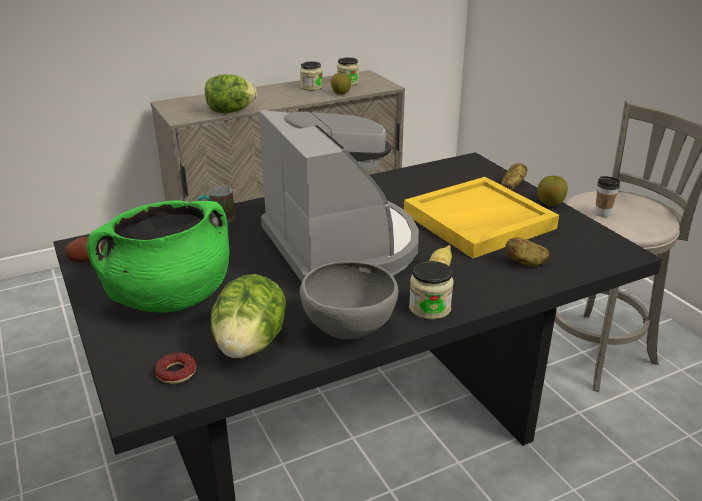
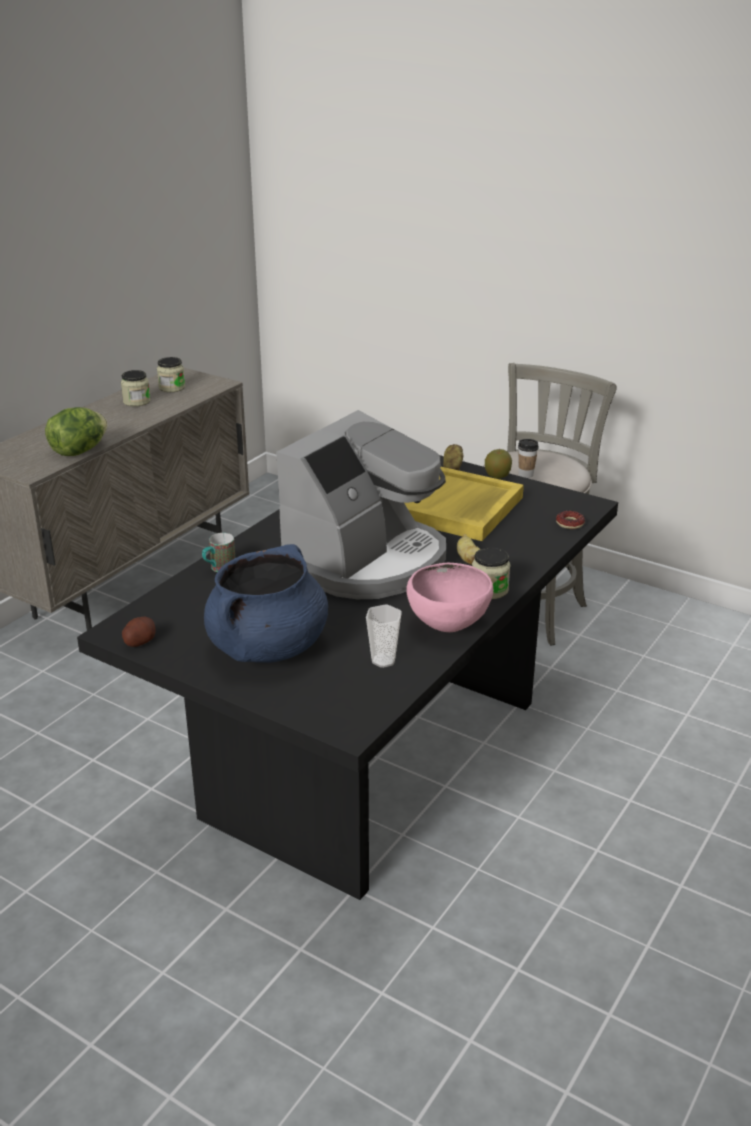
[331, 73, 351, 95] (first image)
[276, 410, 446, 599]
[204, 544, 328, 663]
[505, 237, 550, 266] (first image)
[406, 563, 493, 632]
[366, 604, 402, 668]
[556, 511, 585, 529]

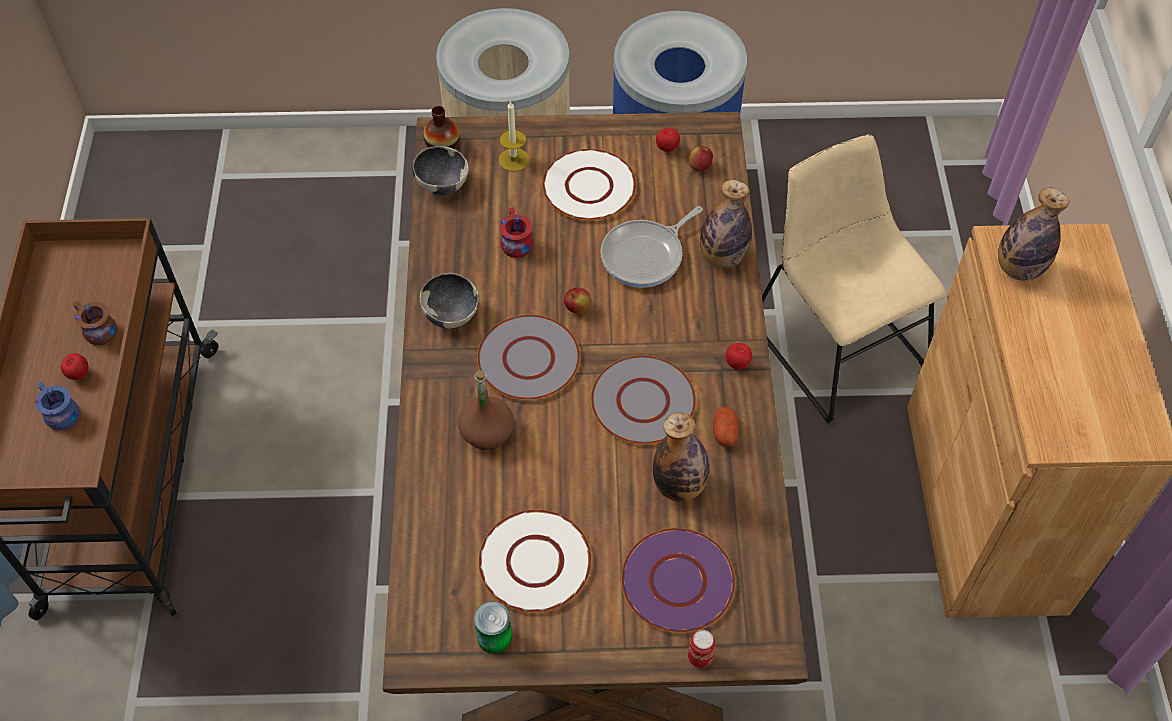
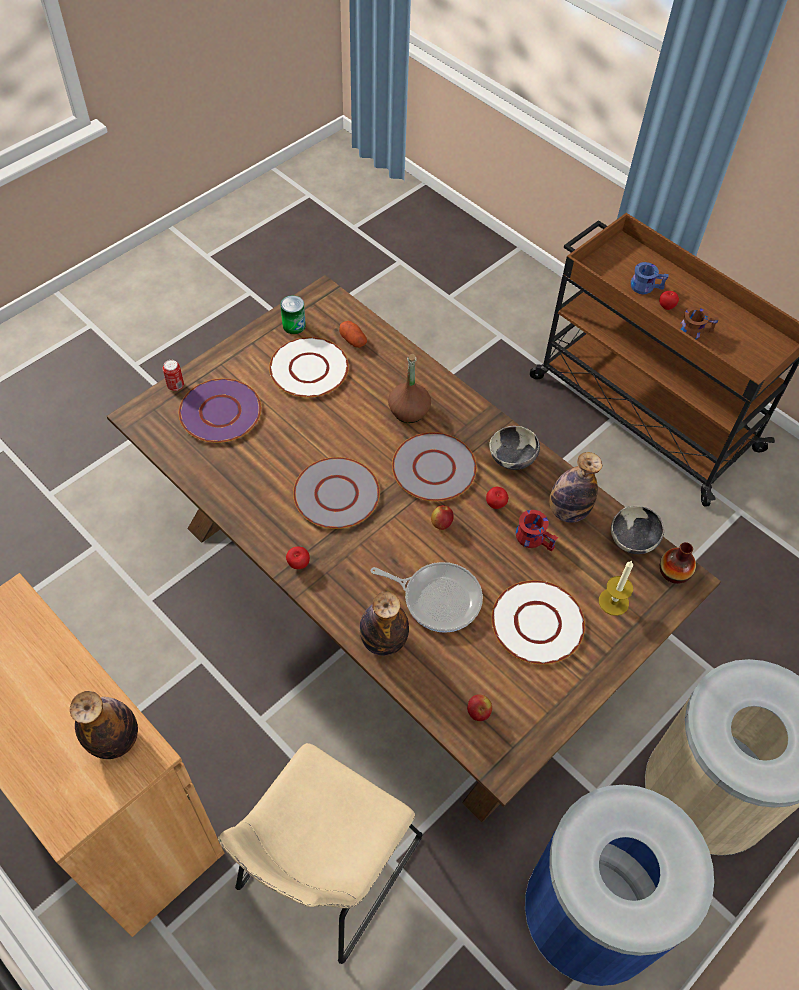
[486, 487, 508, 509]
[218, 743, 423, 964]
[371, 562, 483, 633]
[339, 321, 367, 348]
[549, 452, 602, 523]

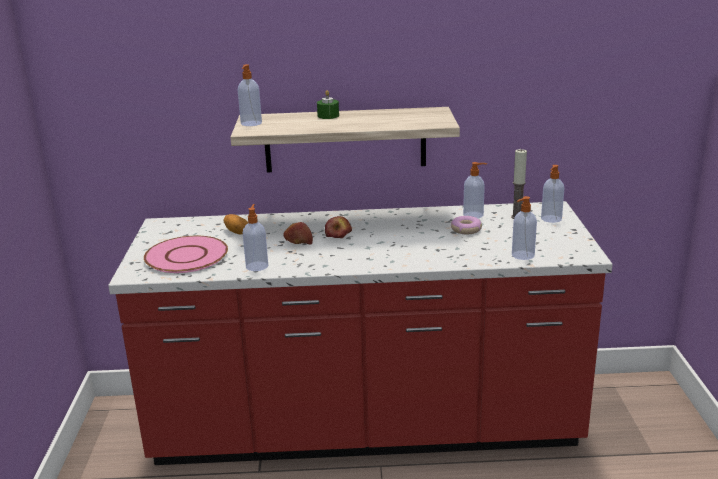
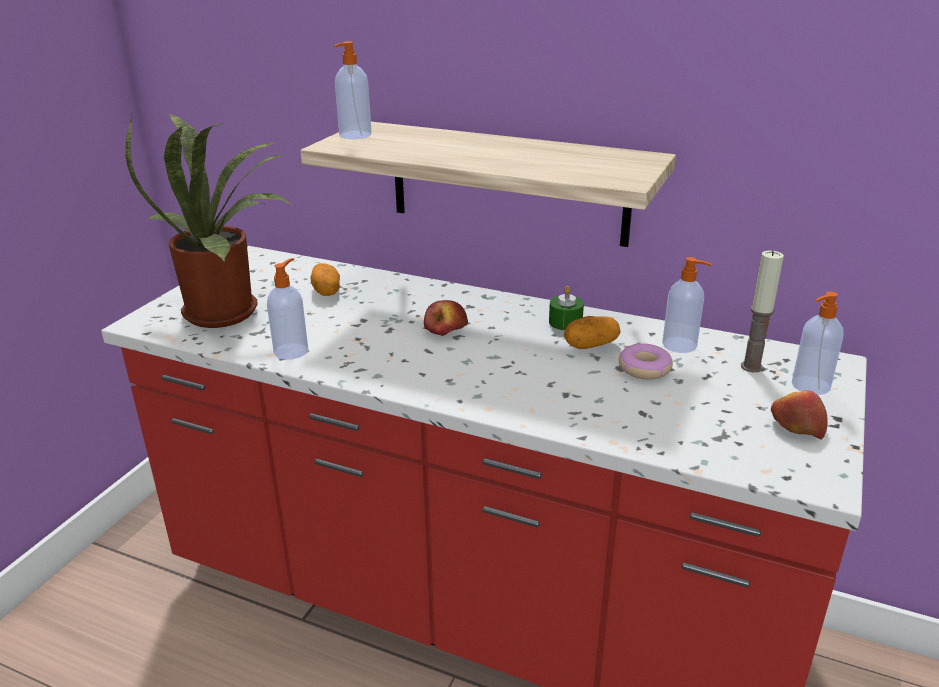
[549, 286, 584, 330]
[512, 196, 537, 260] (first image)
[771, 390, 828, 440]
[126, 114, 290, 328]
[564, 316, 620, 349]

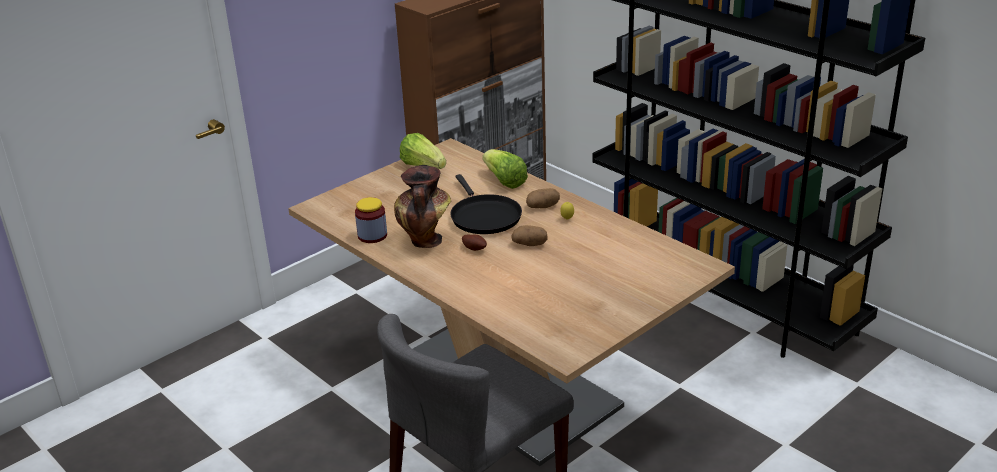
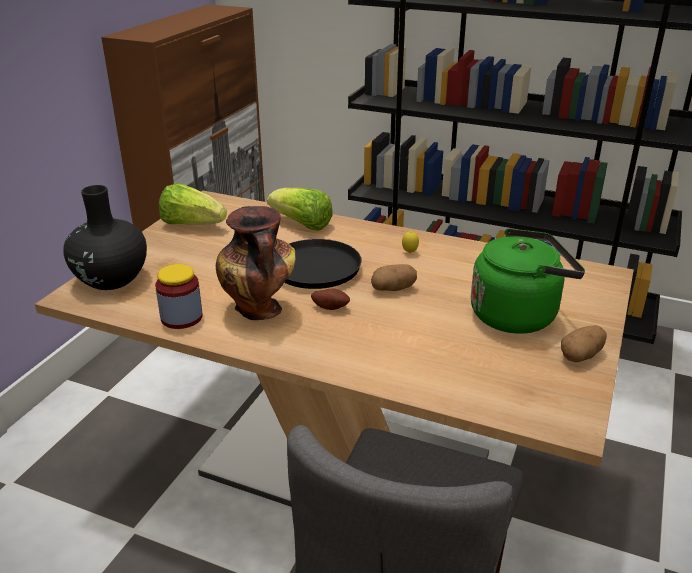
[561, 325, 607, 362]
[63, 185, 147, 290]
[471, 228, 585, 334]

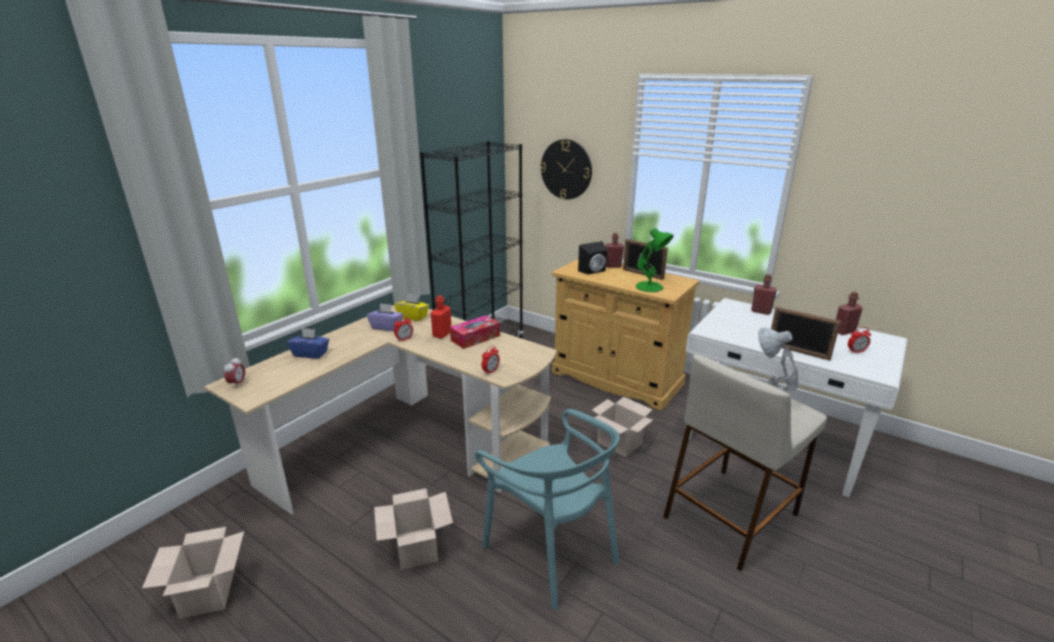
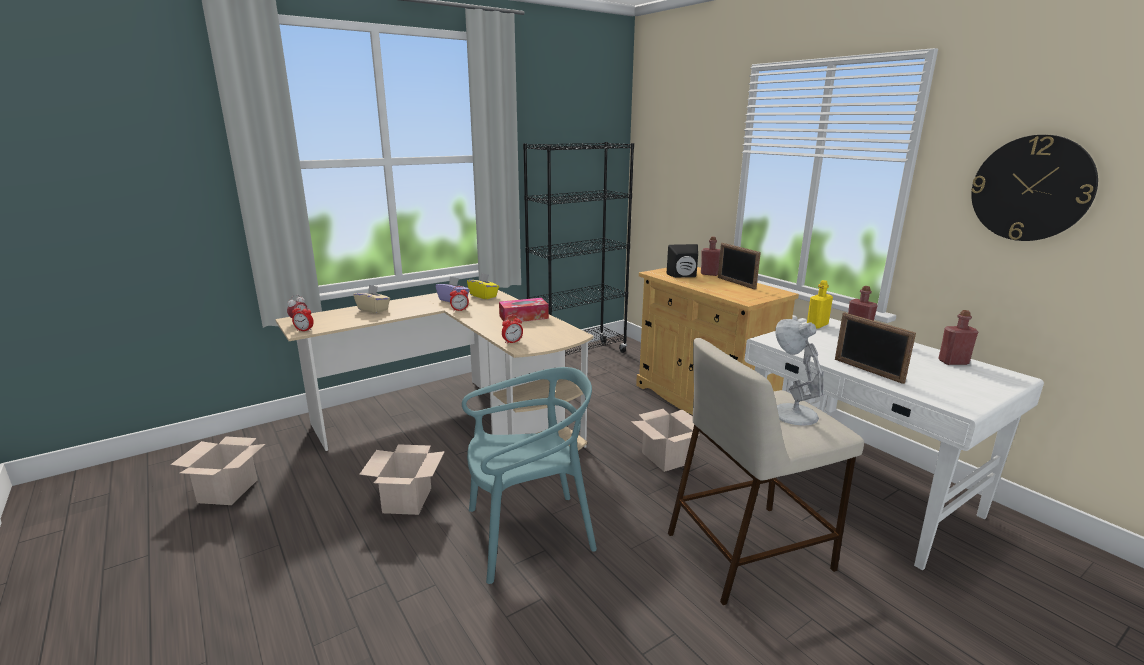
[971, 135, 1098, 241]
[636, 228, 674, 292] (first image)
[431, 295, 451, 339] (first image)
[292, 304, 314, 331]
[353, 285, 390, 314]
[462, 367, 597, 584]
[807, 280, 833, 329]

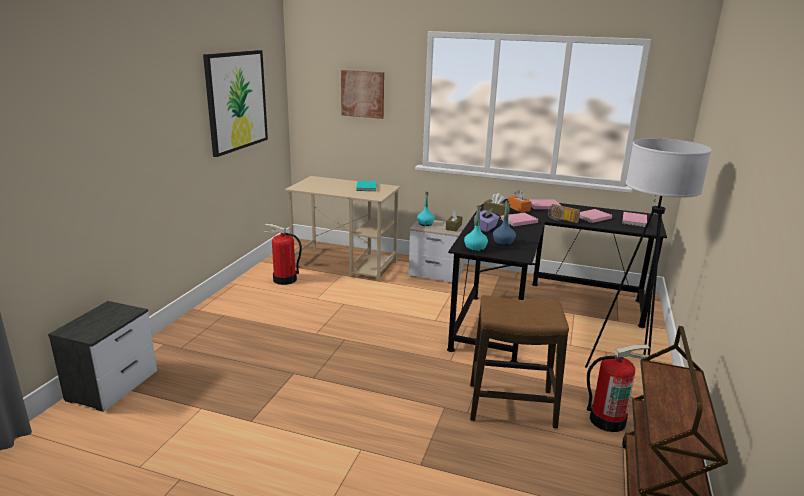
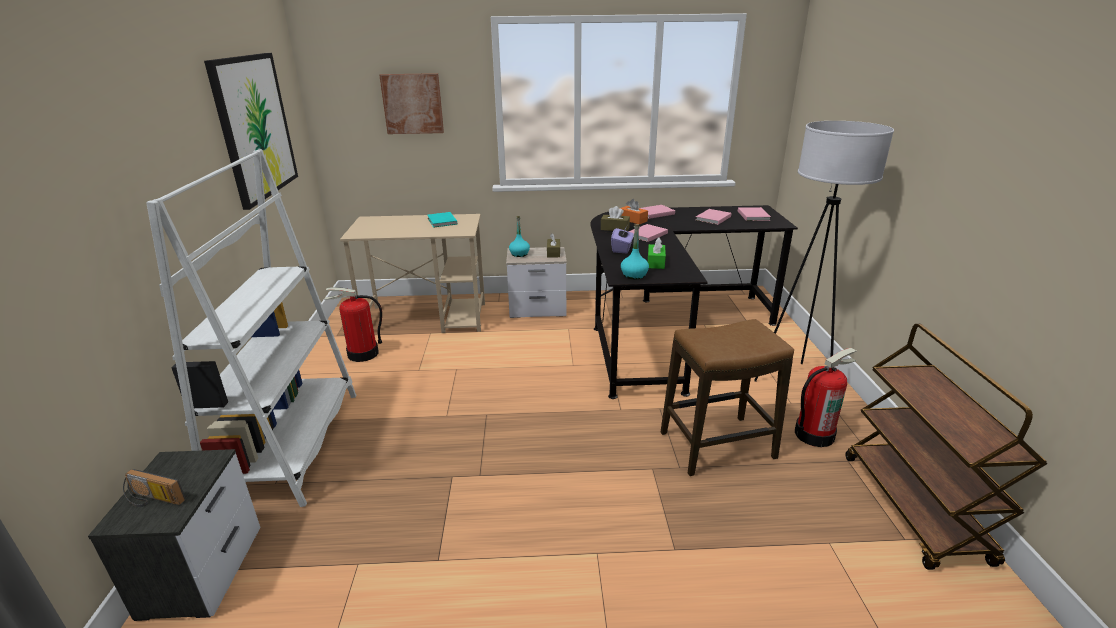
[648, 237, 666, 269]
[123, 469, 185, 507]
[146, 149, 356, 507]

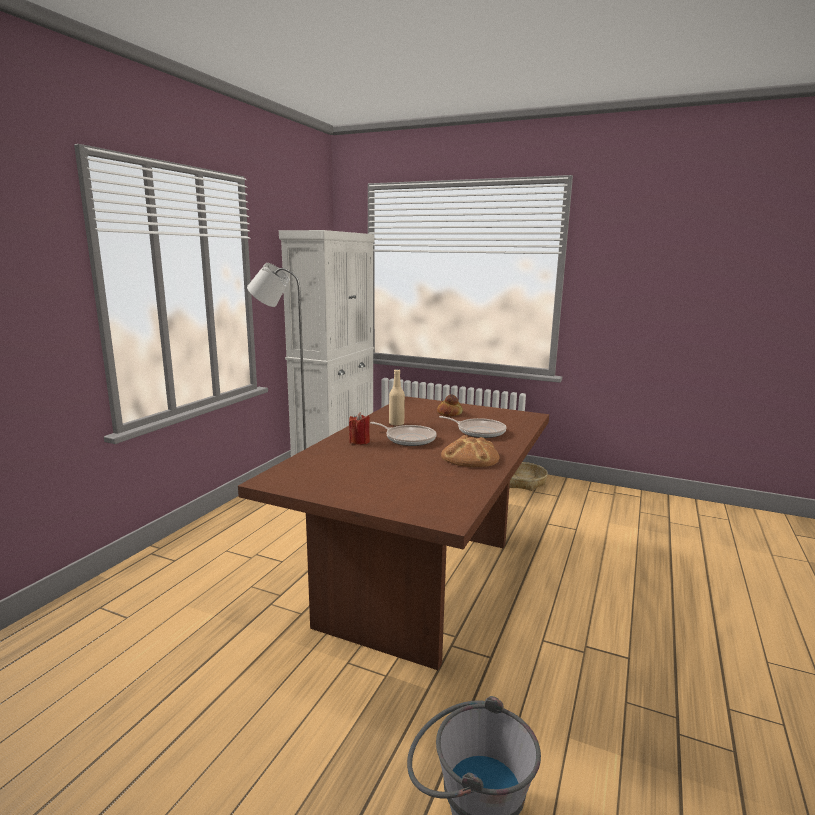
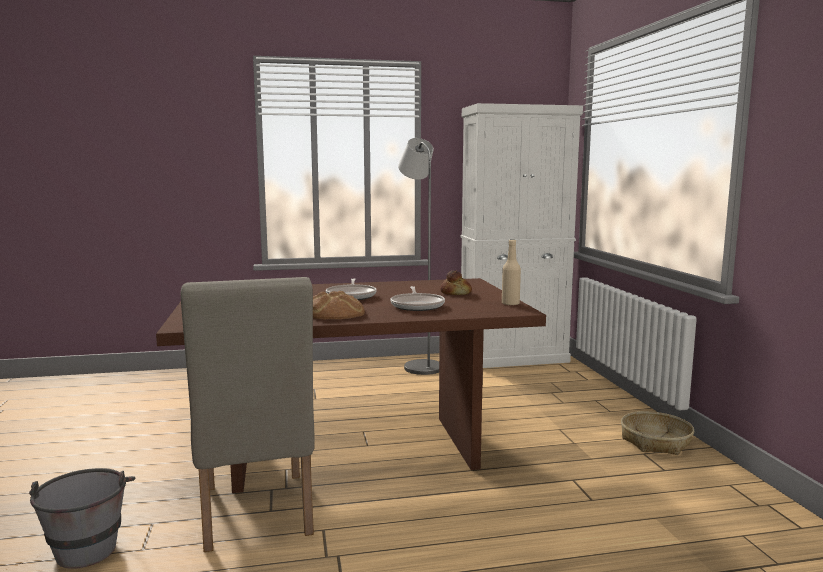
[502, 239, 521, 305]
[349, 413, 370, 445] (first image)
[181, 277, 315, 552]

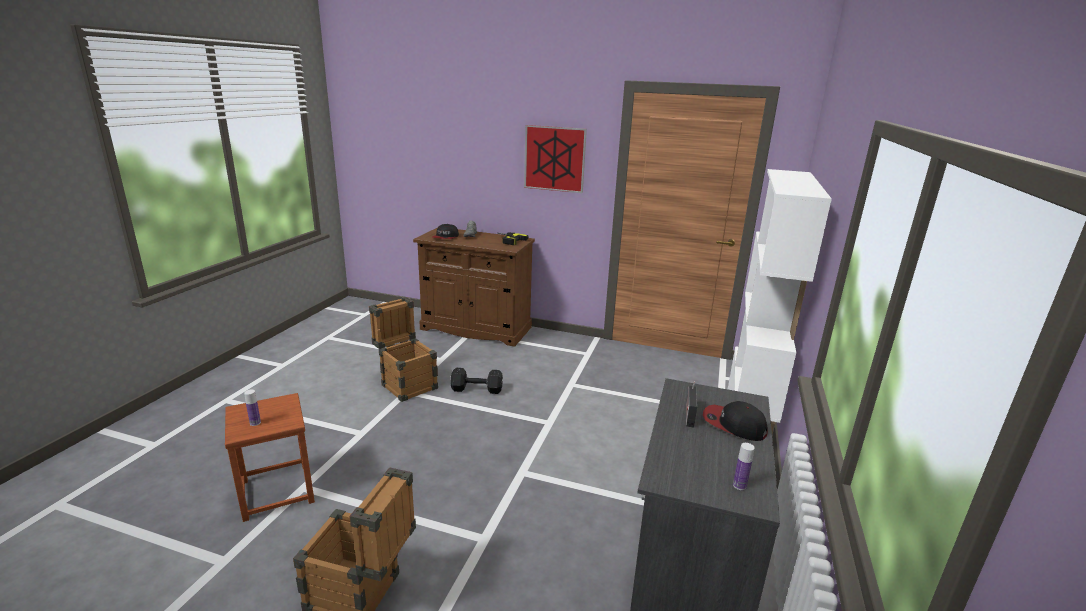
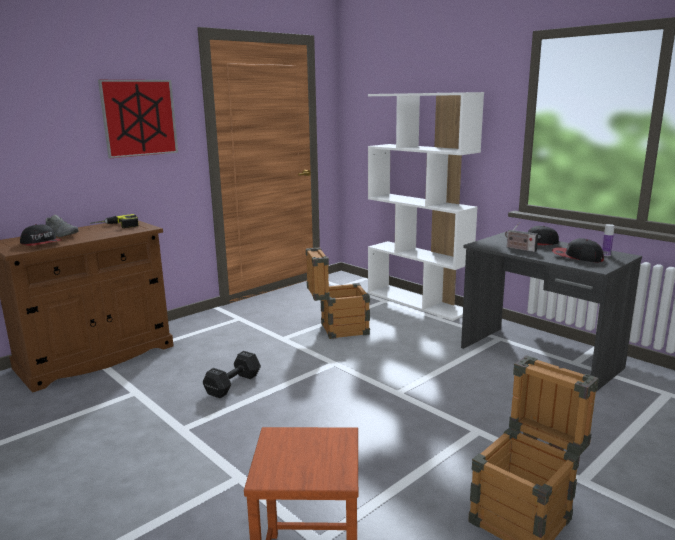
[306, 247, 370, 339]
[244, 390, 261, 426] (first image)
[552, 238, 604, 262]

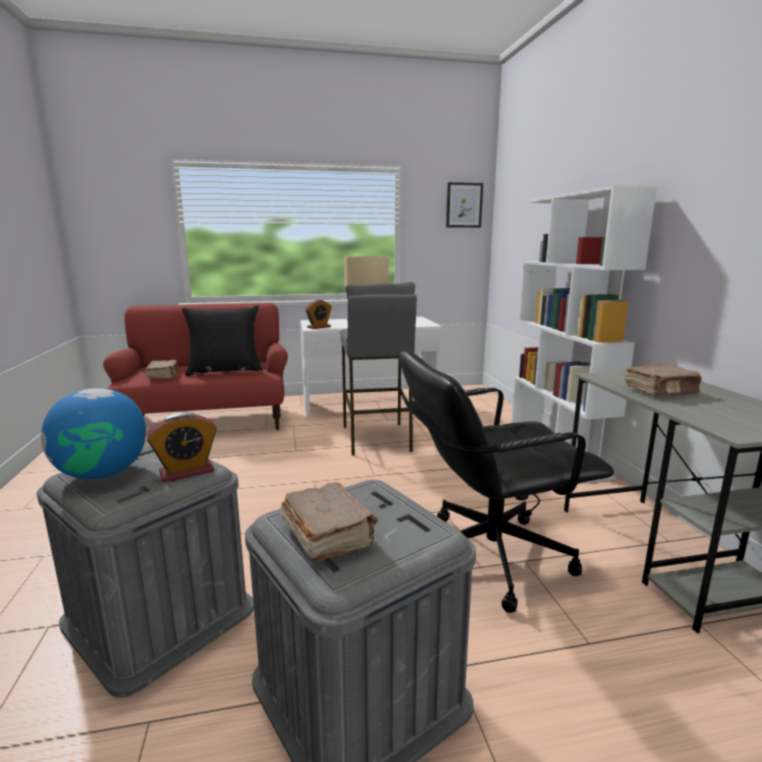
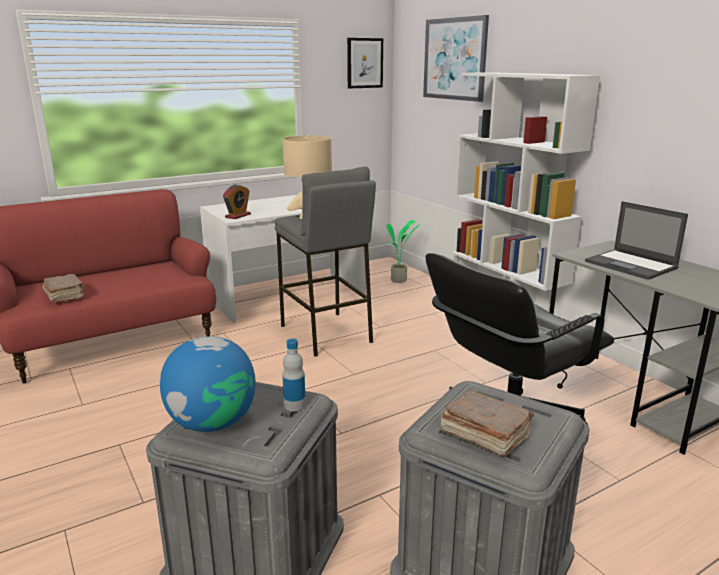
[182, 306, 263, 376] (first image)
[585, 201, 688, 280]
[282, 339, 306, 411]
[423, 15, 489, 102]
[386, 220, 421, 283]

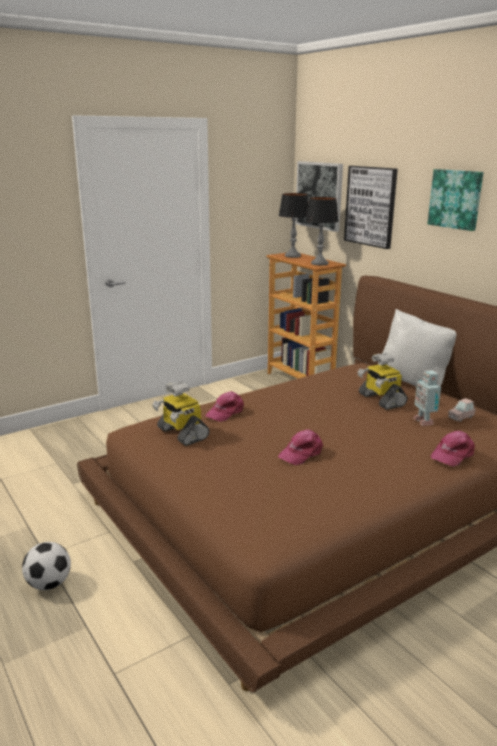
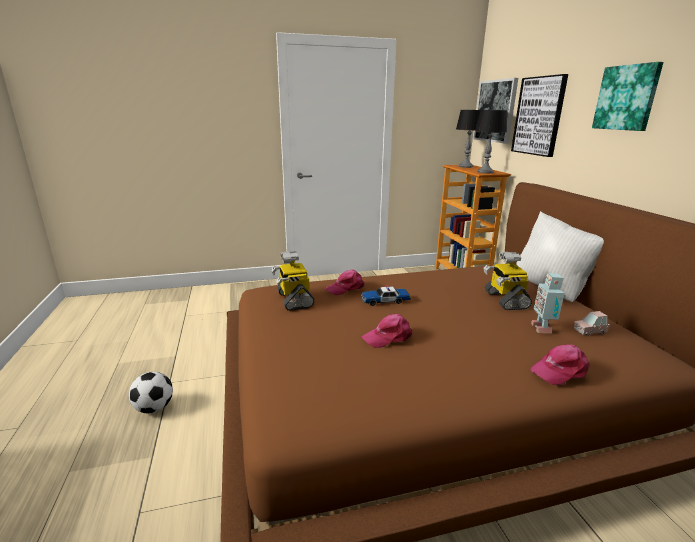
[361, 285, 411, 306]

